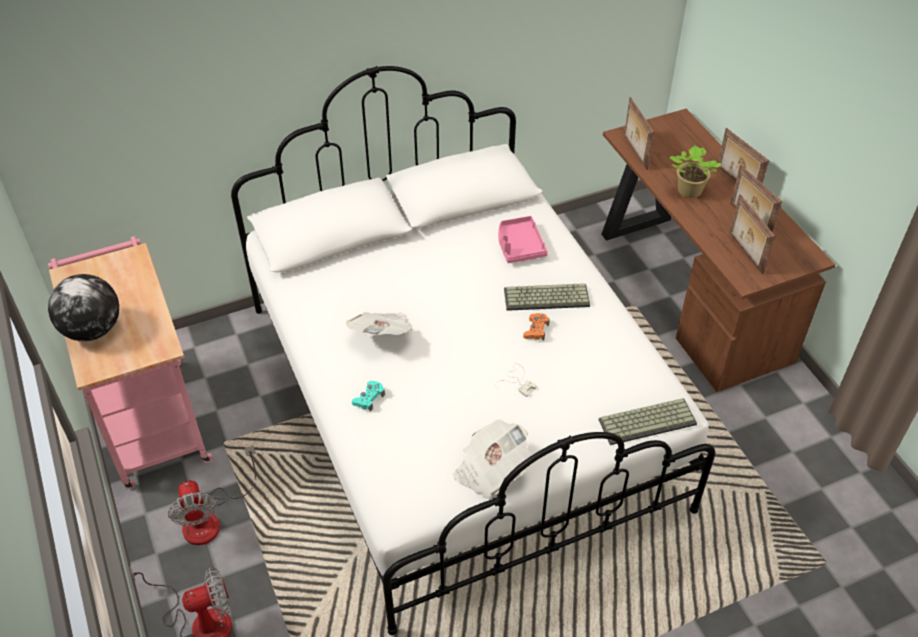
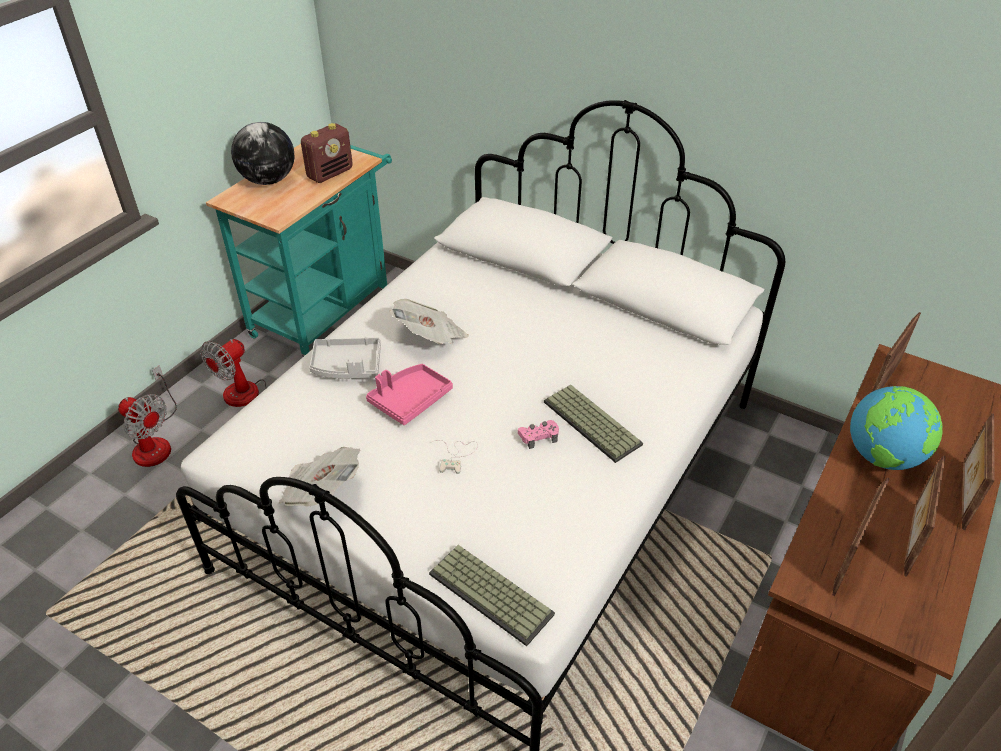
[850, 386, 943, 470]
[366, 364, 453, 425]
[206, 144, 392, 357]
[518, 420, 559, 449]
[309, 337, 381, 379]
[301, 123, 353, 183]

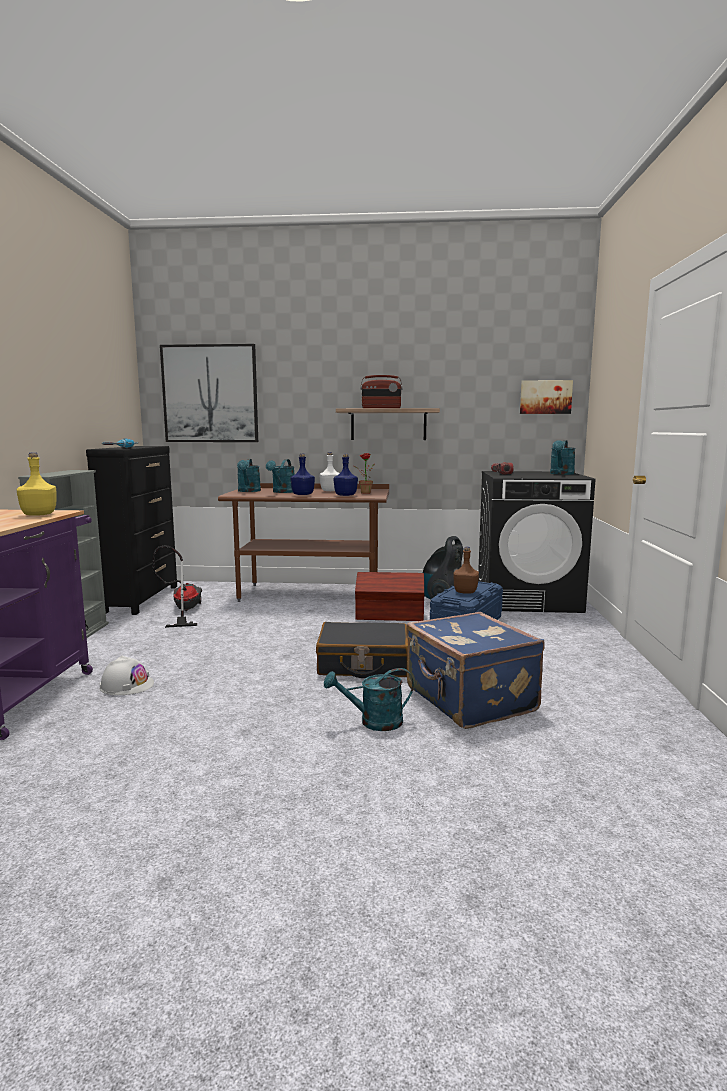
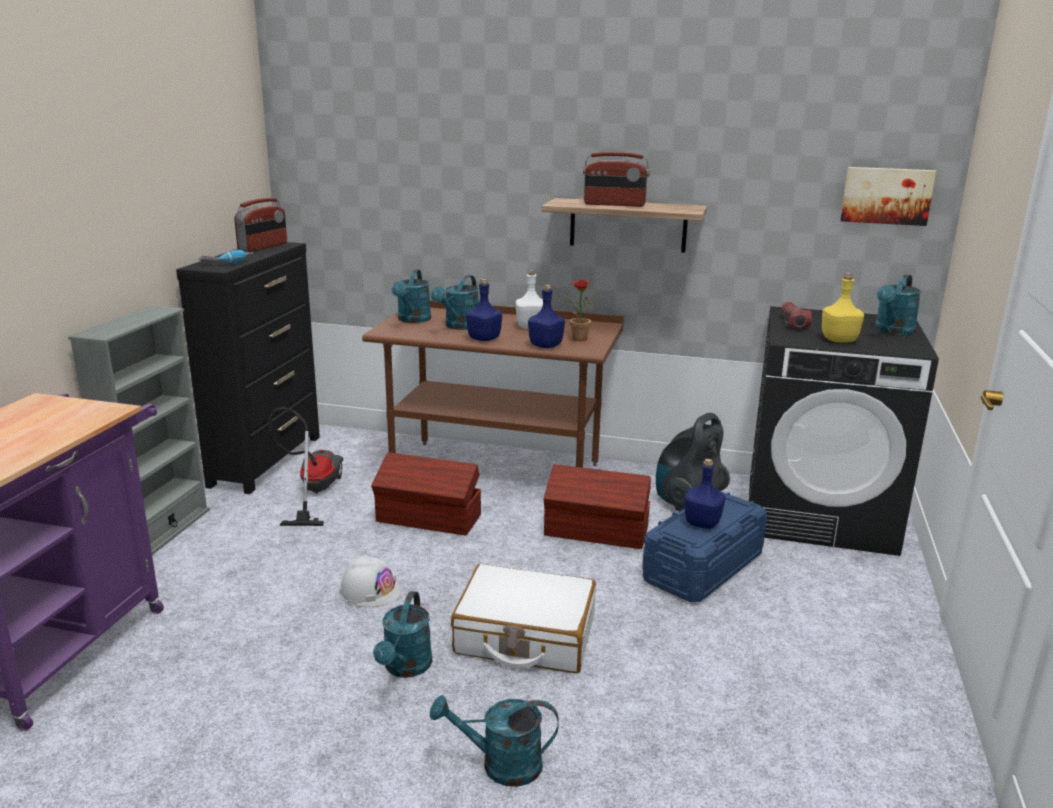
[160, 344, 258, 442] (first image)
[822, 273, 864, 343]
[685, 459, 725, 529]
[406, 612, 544, 729] (first image)
[451, 564, 596, 673]
[339, 555, 402, 607]
[234, 198, 287, 252]
[371, 452, 481, 536]
[373, 591, 433, 678]

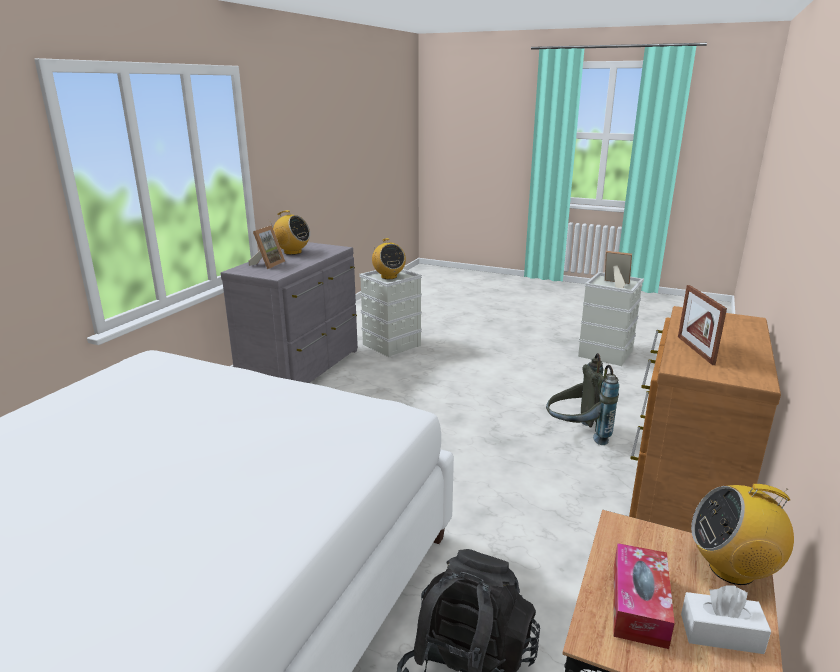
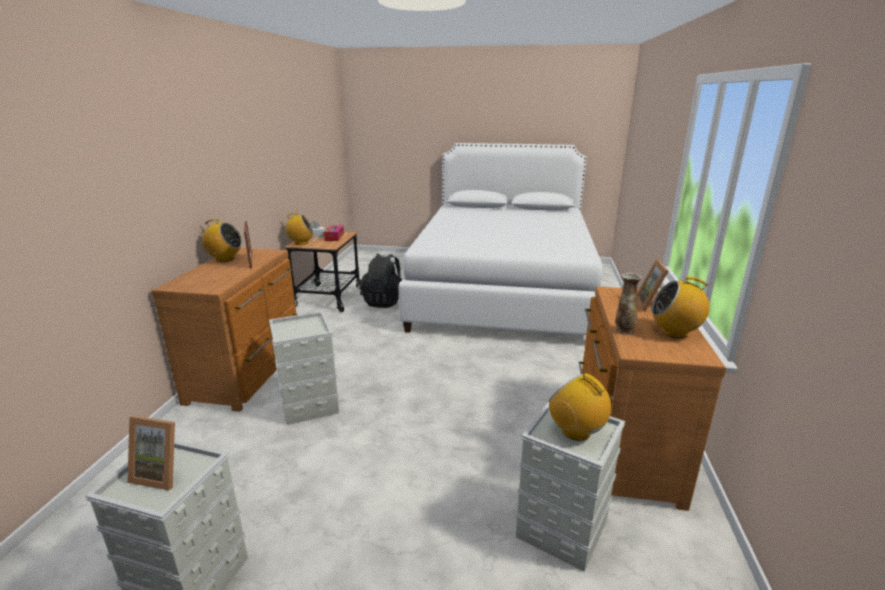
[578, 287, 726, 511]
[269, 311, 339, 425]
[196, 219, 242, 262]
[615, 273, 642, 335]

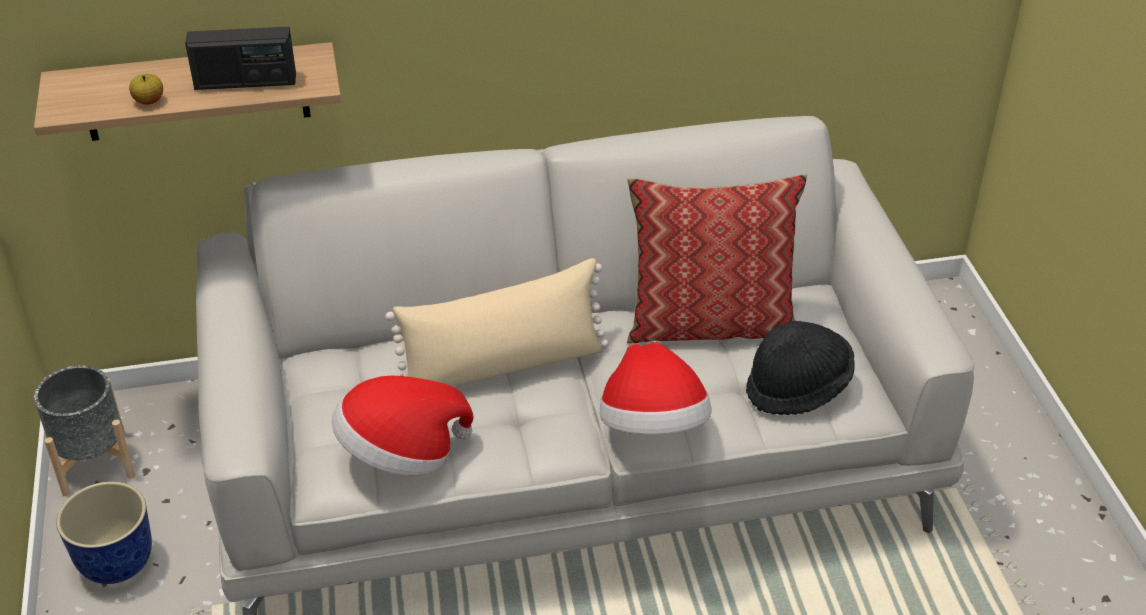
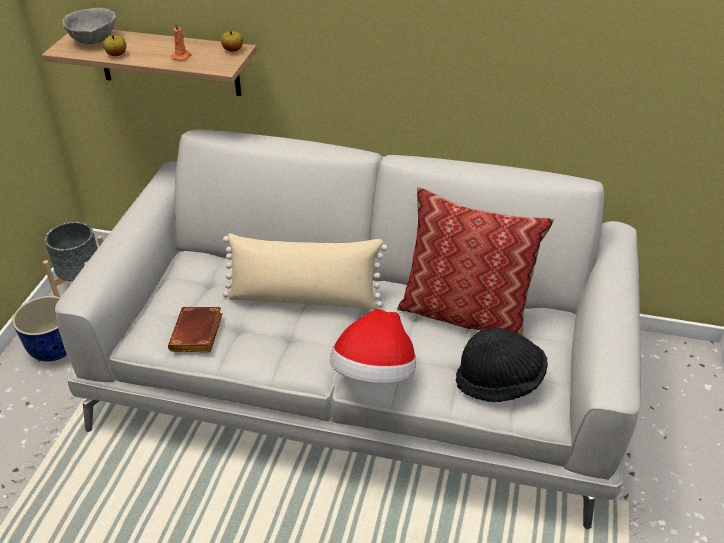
[171, 22, 192, 61]
[168, 307, 222, 352]
[62, 8, 116, 44]
[221, 31, 243, 52]

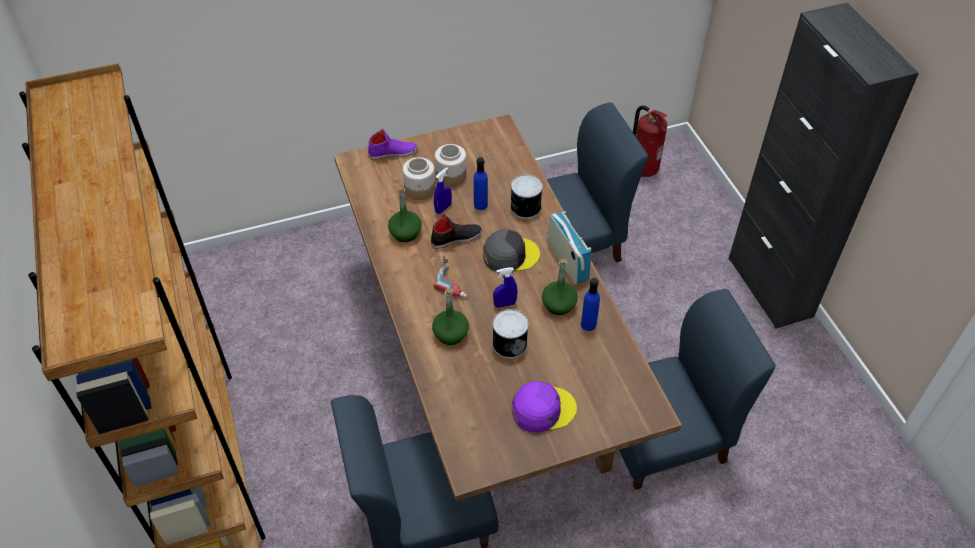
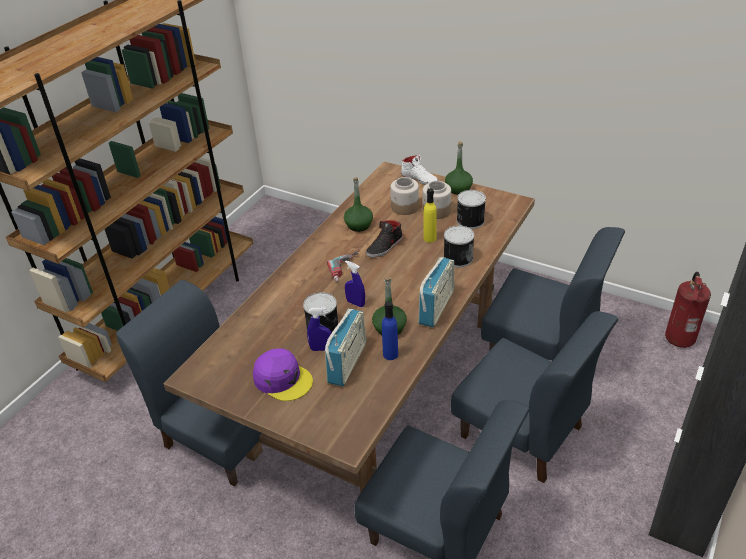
[401, 155, 438, 185]
[423, 188, 437, 242]
[307, 307, 332, 351]
[366, 220, 403, 257]
[483, 230, 540, 273] (first image)
[445, 141, 473, 195]
[457, 190, 486, 229]
[325, 309, 366, 386]
[451, 311, 618, 483]

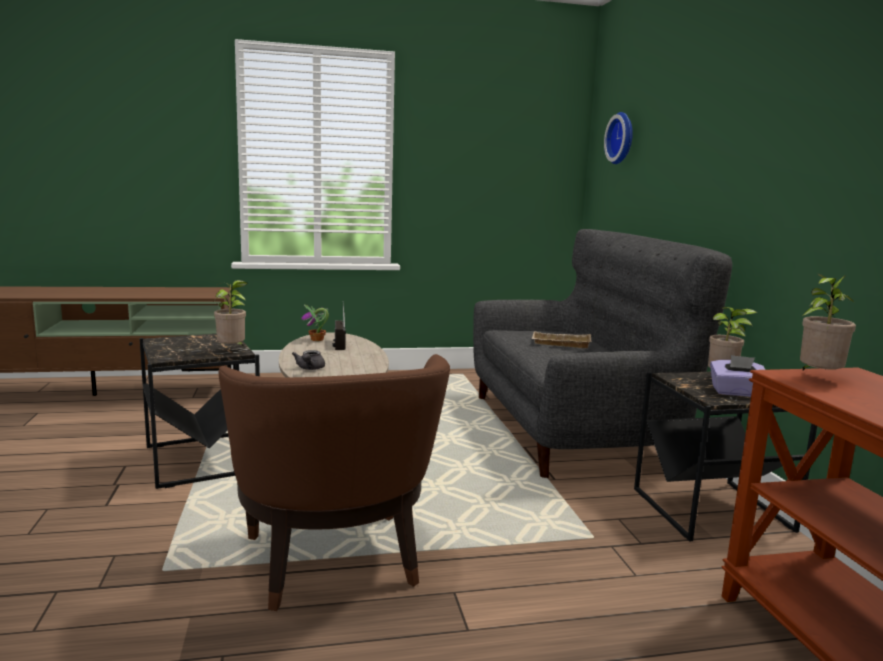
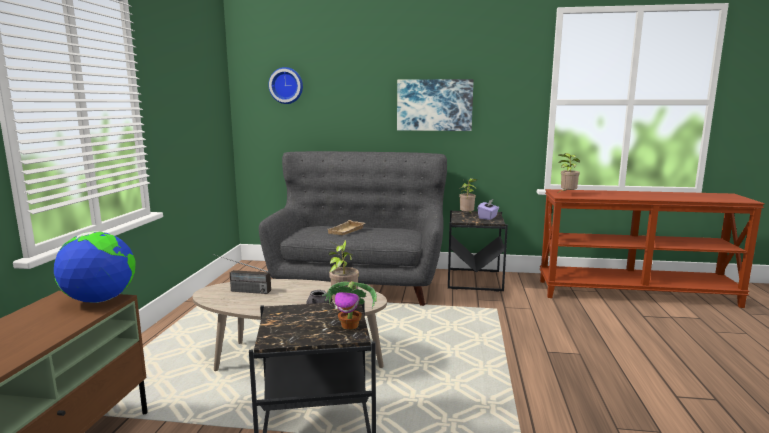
[322, 281, 377, 330]
[218, 354, 450, 611] (first image)
[397, 79, 474, 131]
[54, 231, 136, 303]

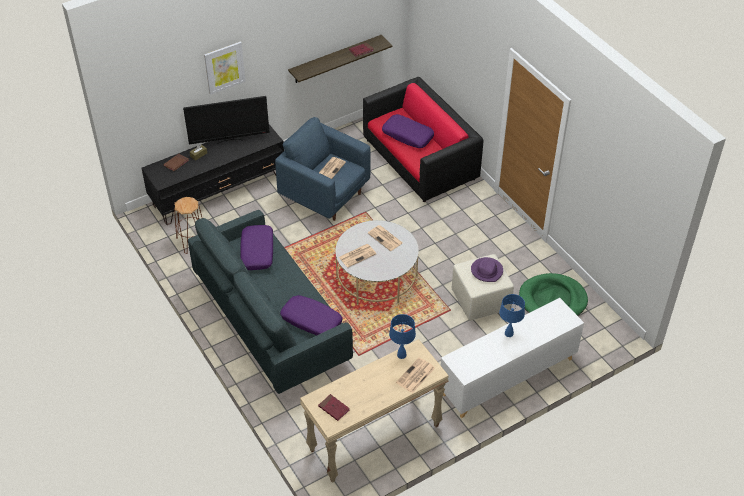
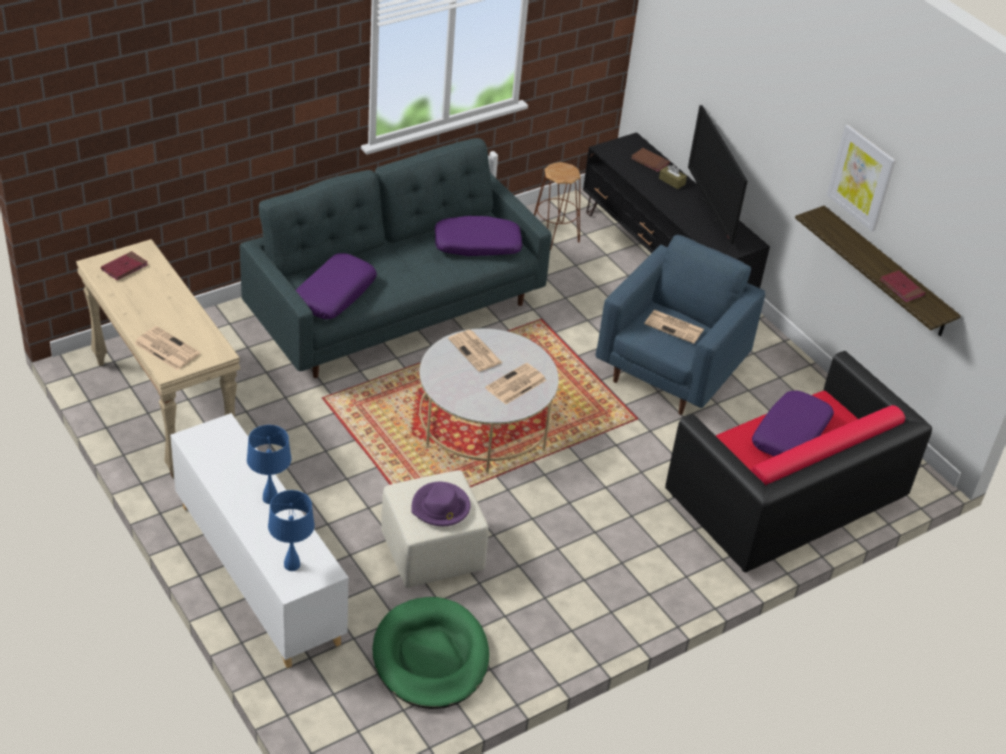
[827, 125, 896, 231]
[268, 490, 315, 571]

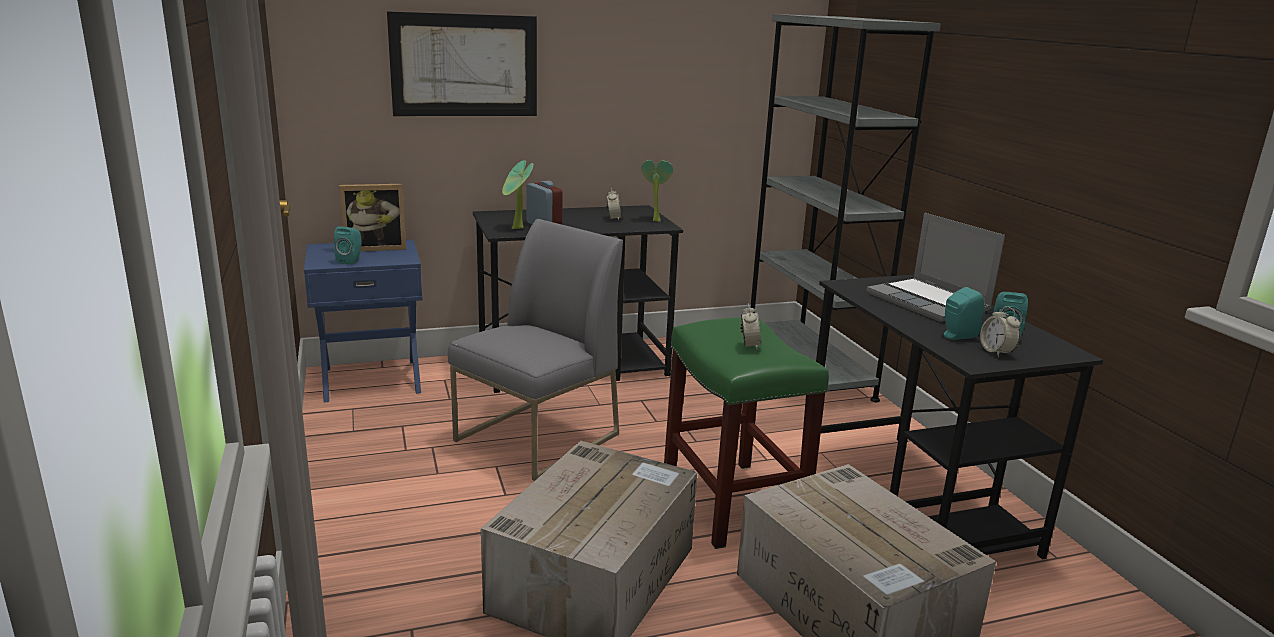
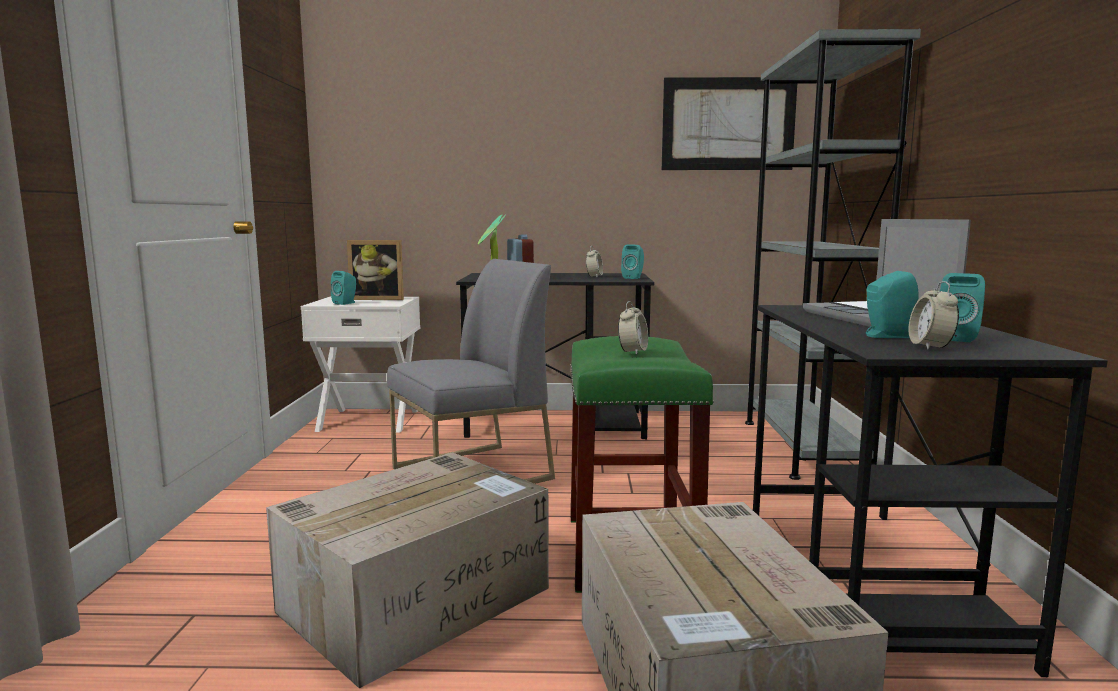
[662, 77, 797, 170]
[621, 245, 644, 279]
[301, 297, 420, 433]

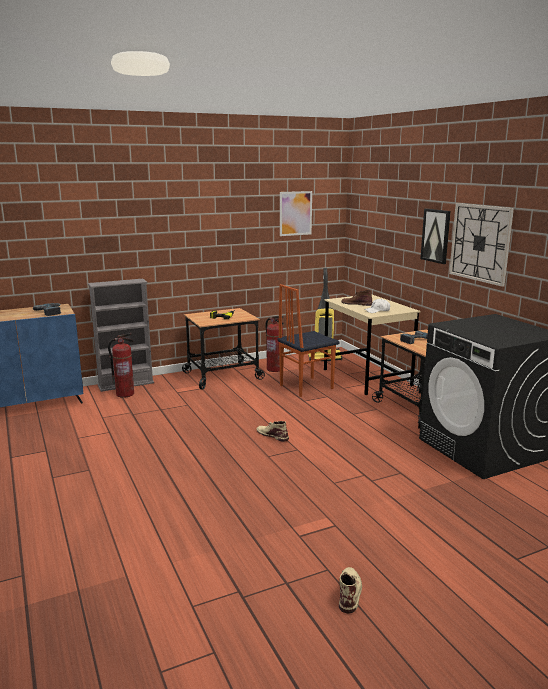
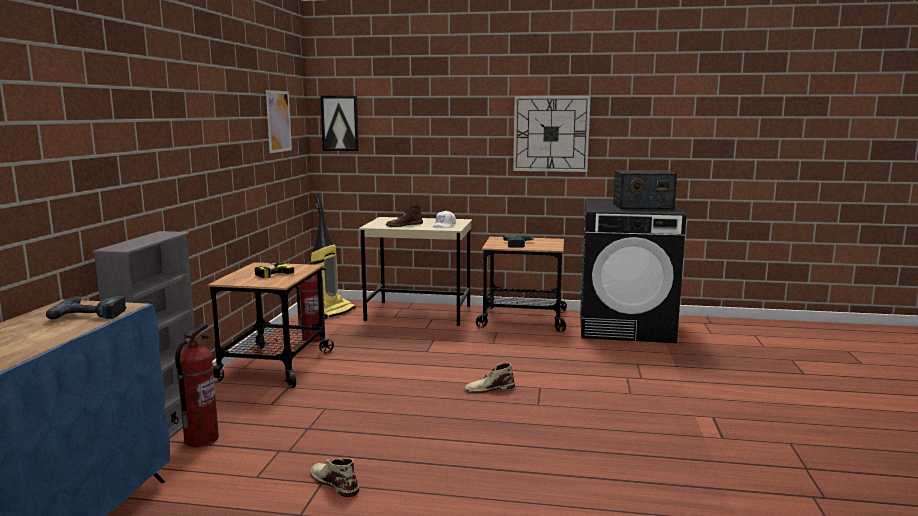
[320, 96, 359, 151]
[278, 284, 340, 397] (first image)
[310, 458, 359, 497]
[613, 171, 677, 209]

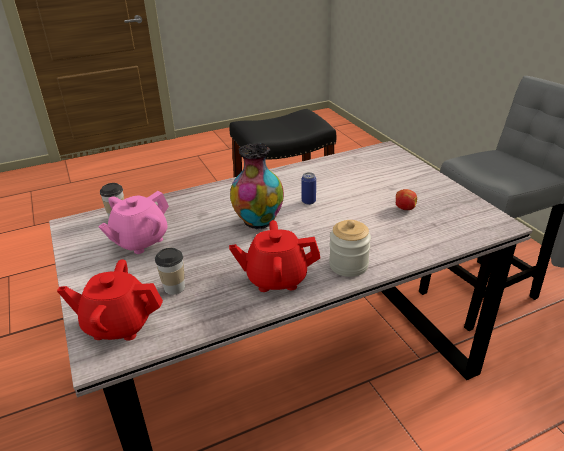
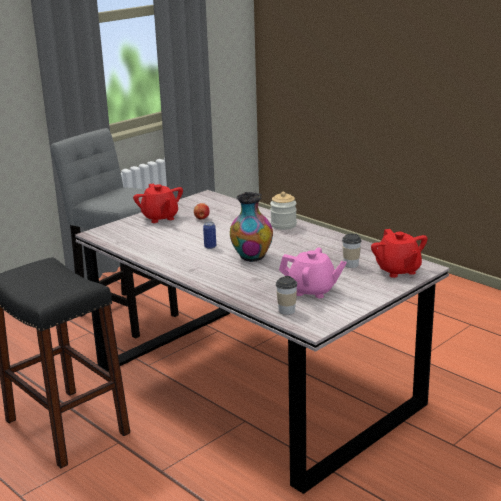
[133, 183, 183, 223]

